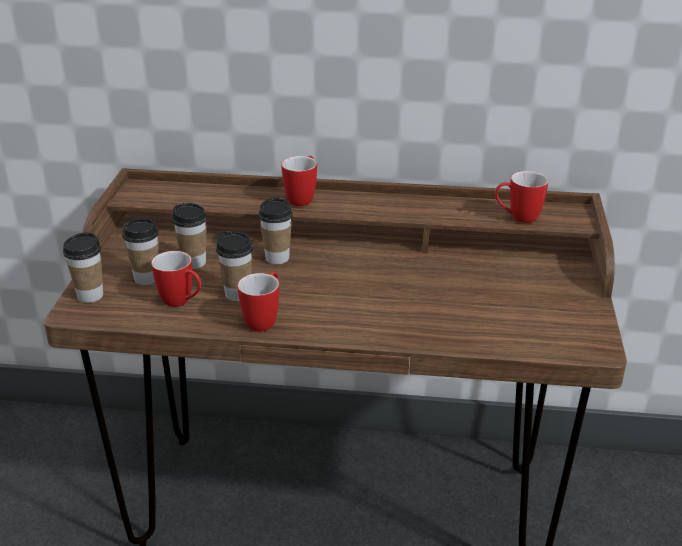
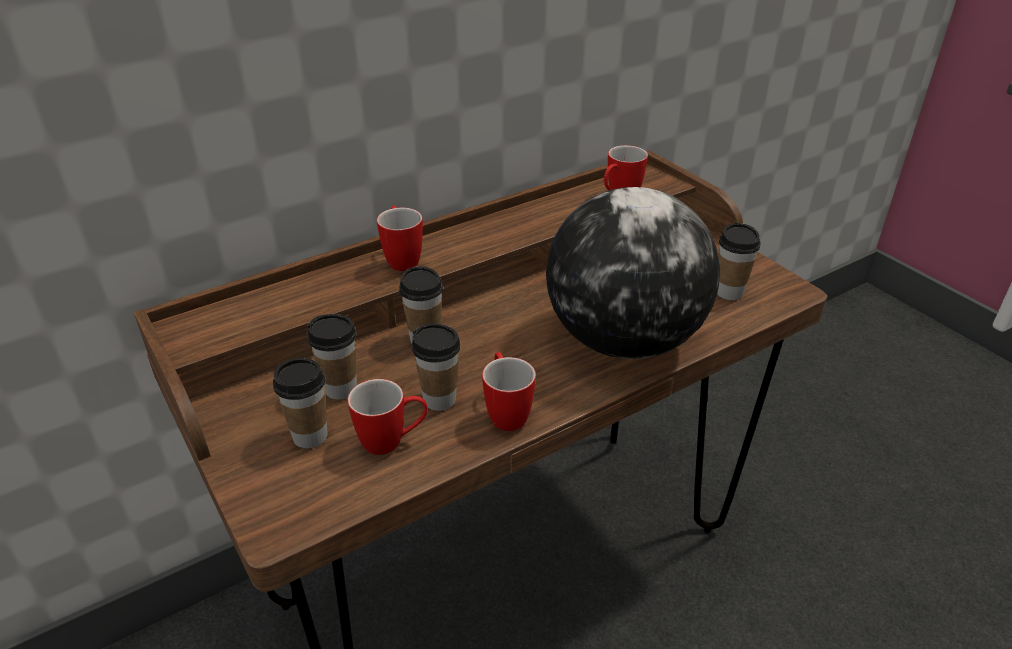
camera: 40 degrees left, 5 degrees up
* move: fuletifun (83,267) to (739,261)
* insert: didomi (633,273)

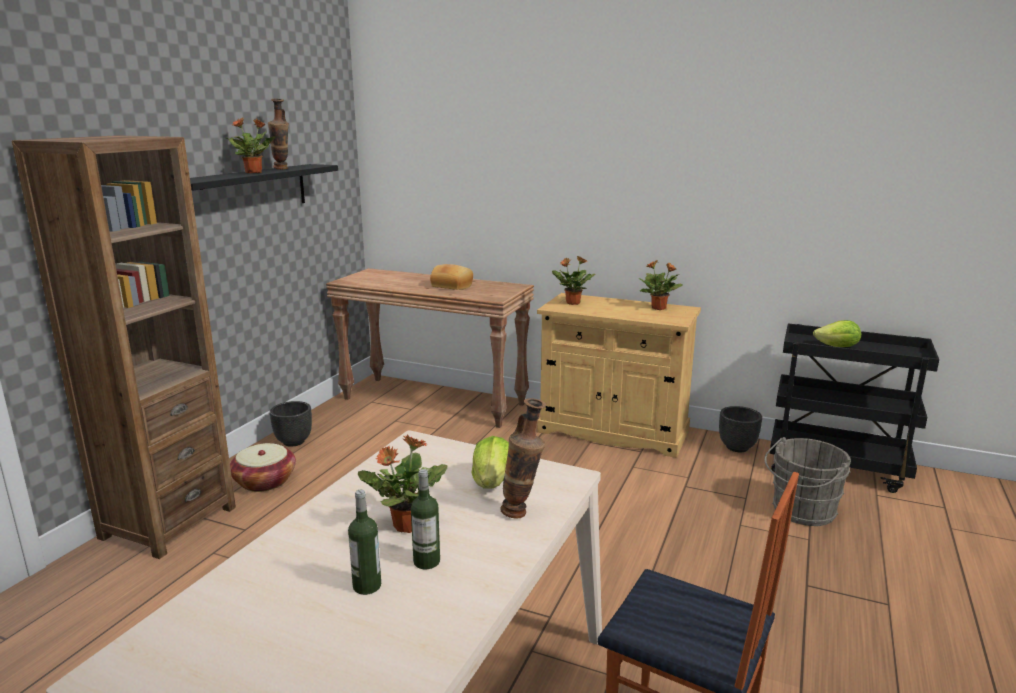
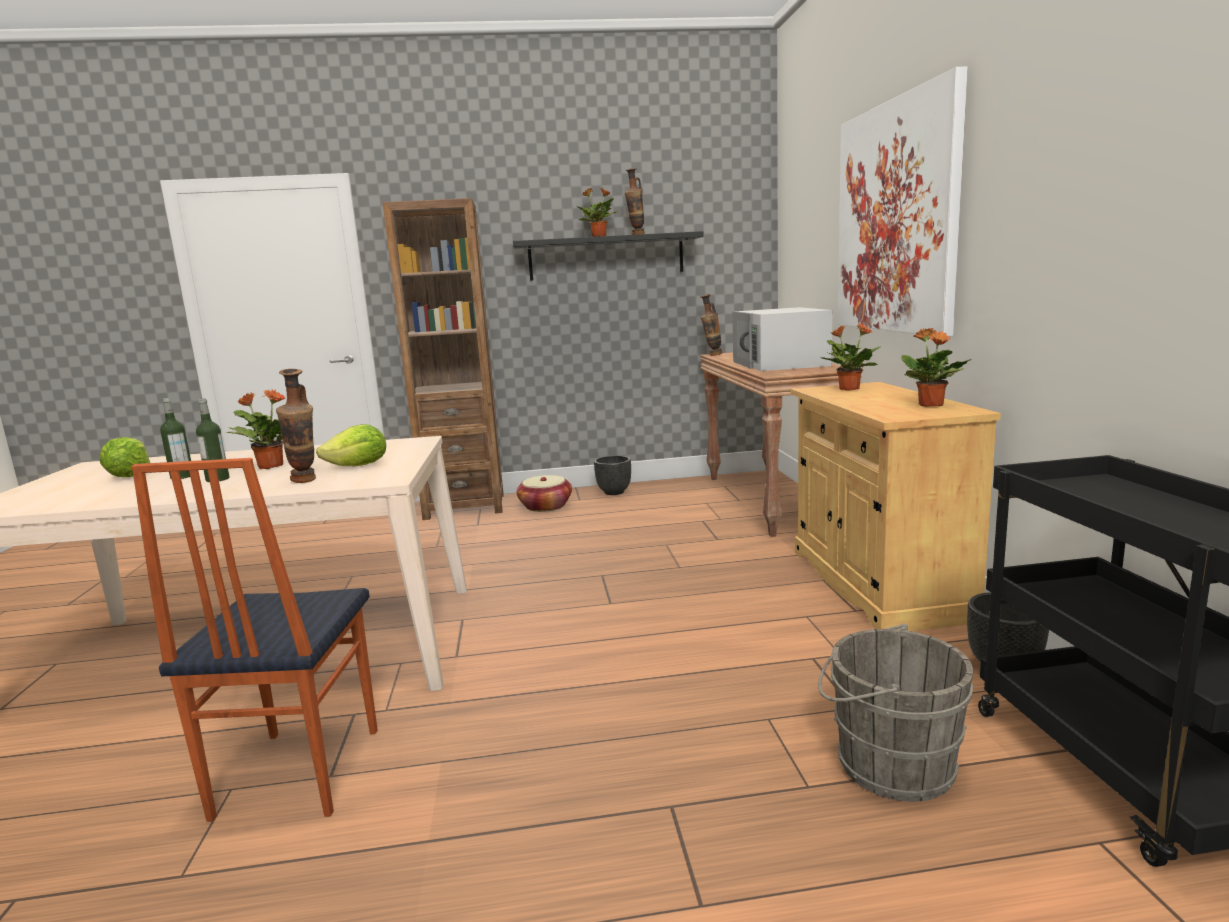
camera: 60 degrees right, 5 degrees down
* replace: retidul (451,277) to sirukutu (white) (782,339)
* move: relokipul (837,333) to (125,457)
* insert: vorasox (903,201)
* insert: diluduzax (711,325)

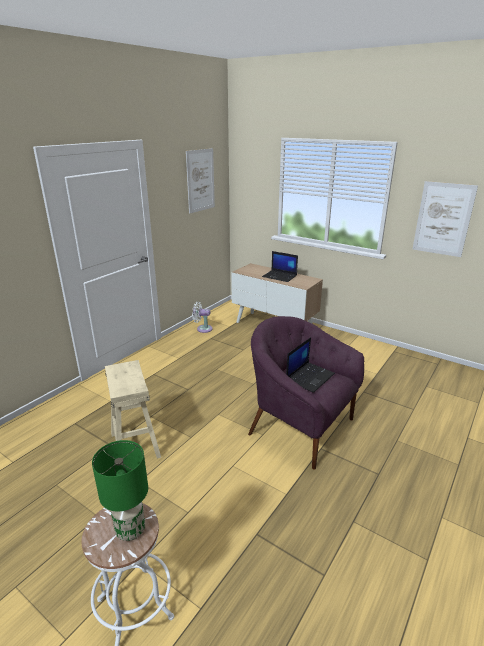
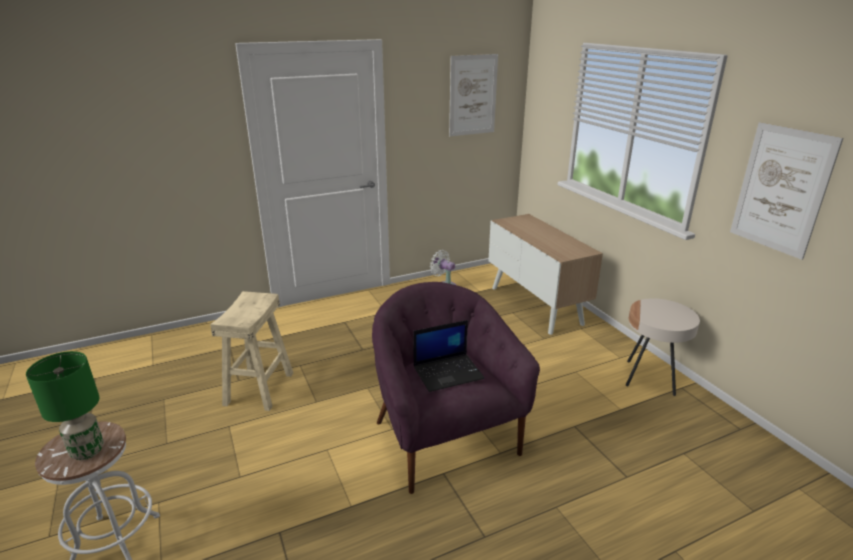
camera: 30 degrees right, 0 degrees up
* delete: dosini (280,266)
* insert: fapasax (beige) (663,347)

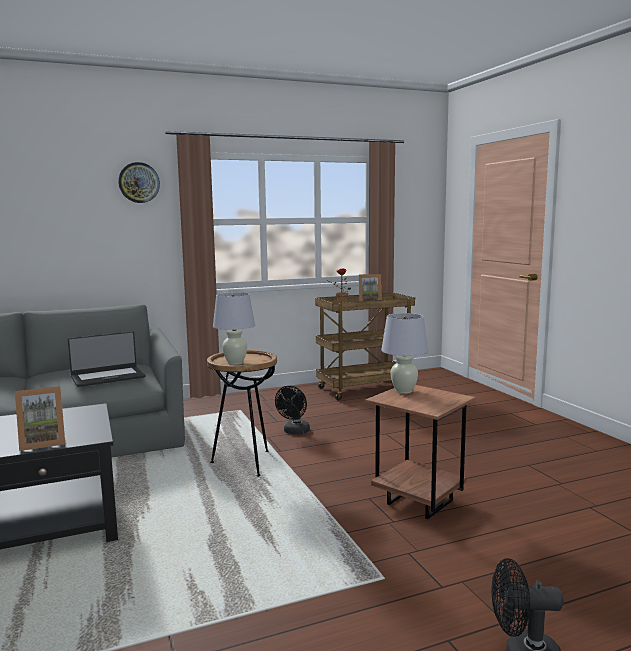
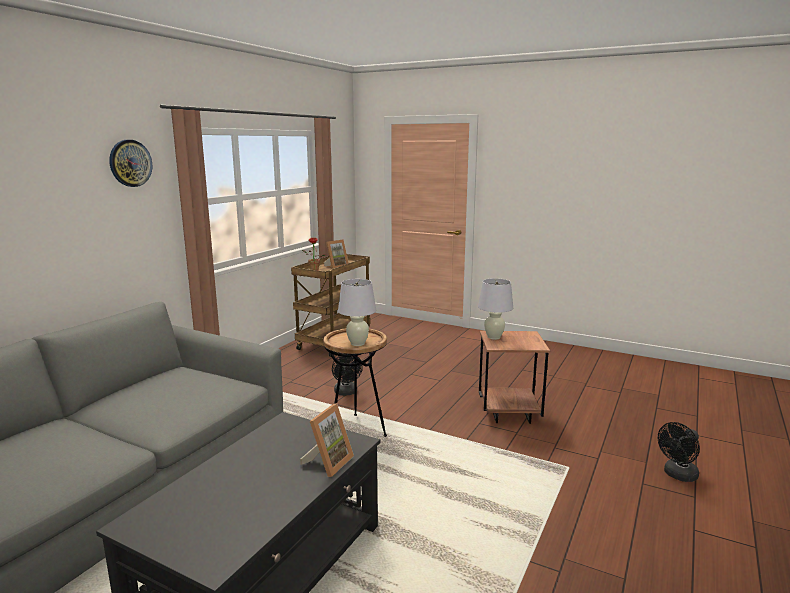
camera: 40 degrees left, 5 degrees up
* delete: dosini (107,359)

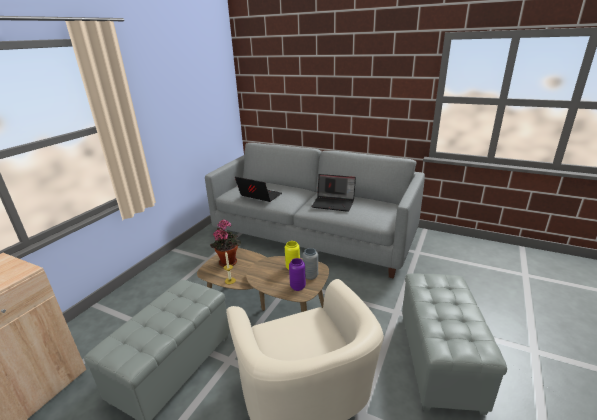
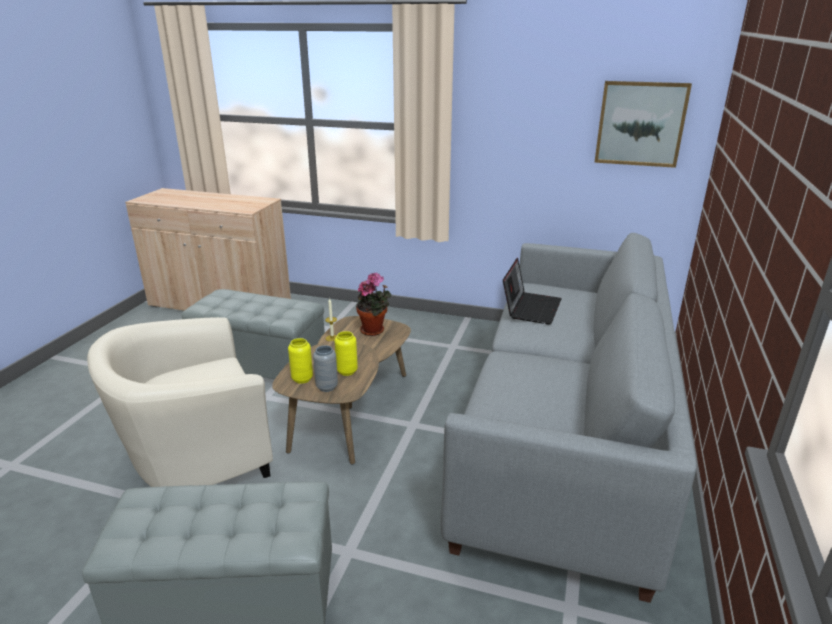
camera: 80 degrees right, 0 degrees up
* delete: dosini (333,193)
* recolor: diluduzax (purple) (297,274) to diluduzax (yellow) (300,361)
* insert: vorasox (643,124)

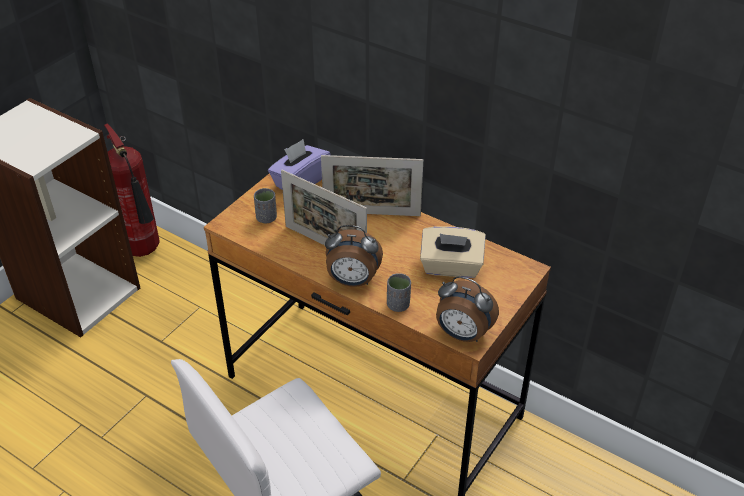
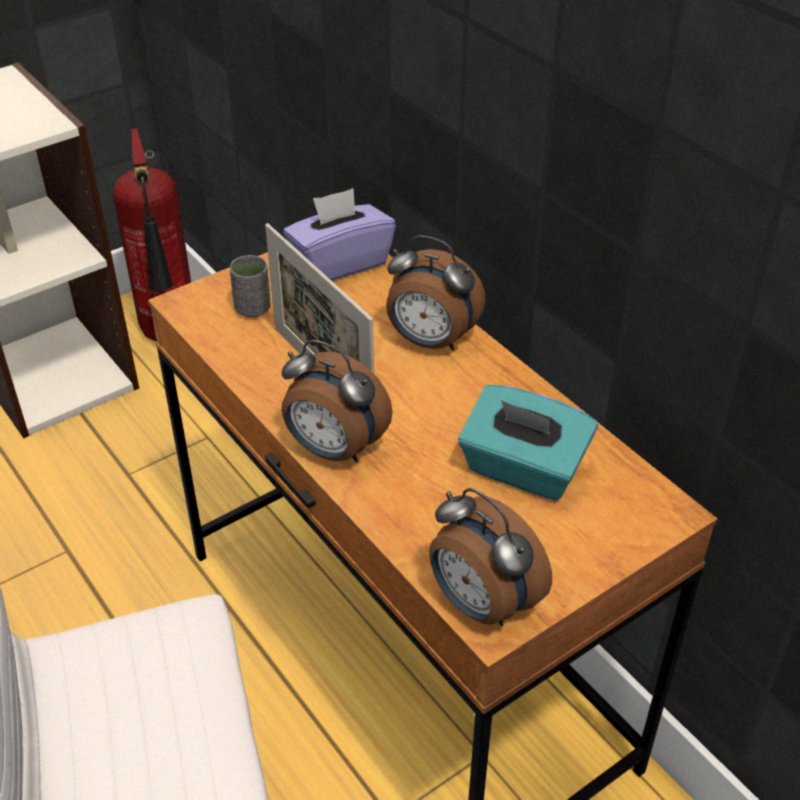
camera: 20 degrees right, 0 degrees up
* replace: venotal (372,185) to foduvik (436,292)
* recolor: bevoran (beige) (453,252) to bevoran (turquoise) (528,443)
* delete: fuletifun (grey) (399,292)

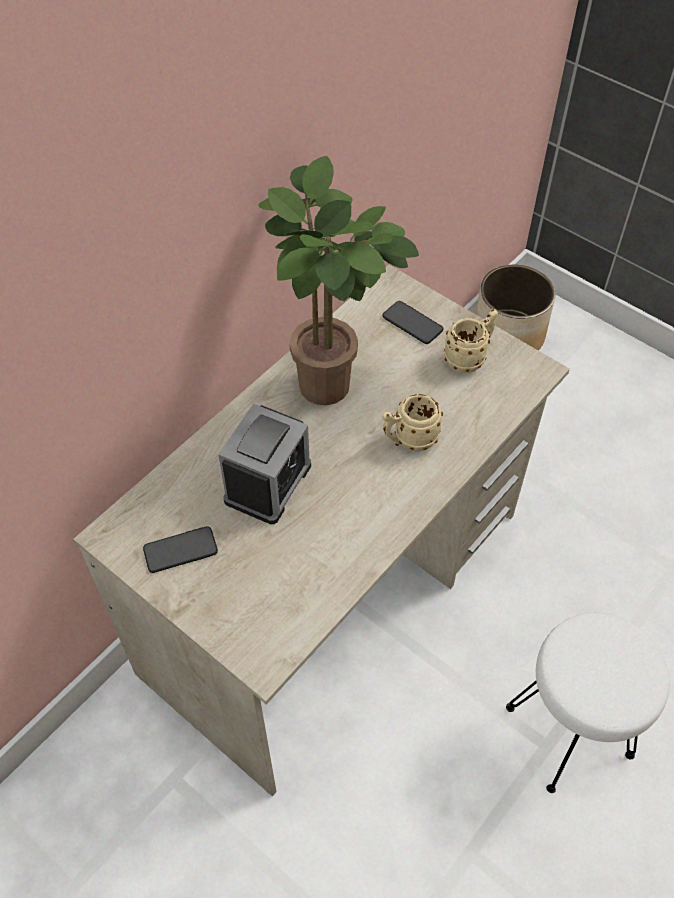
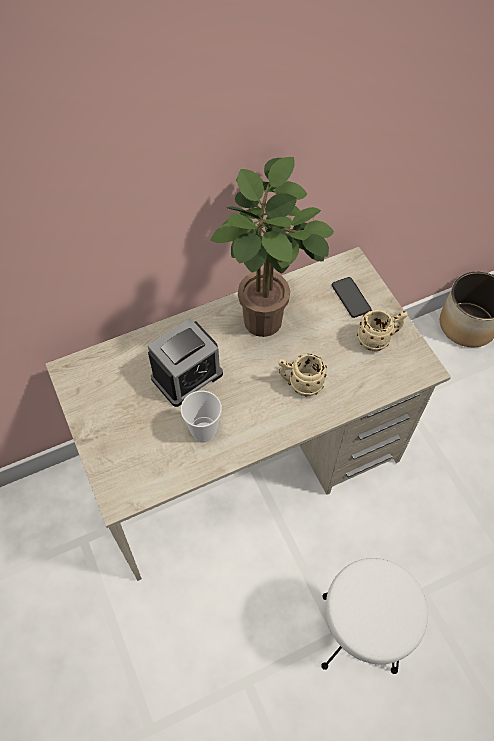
camera: 25 degrees right, 5 degrees up
* delete: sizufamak (180,549)
* insert: fuletifun (201,417)

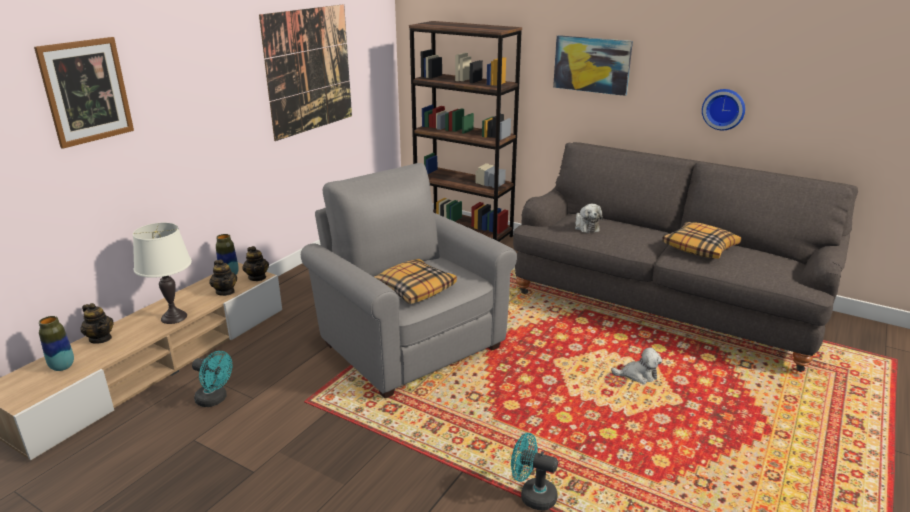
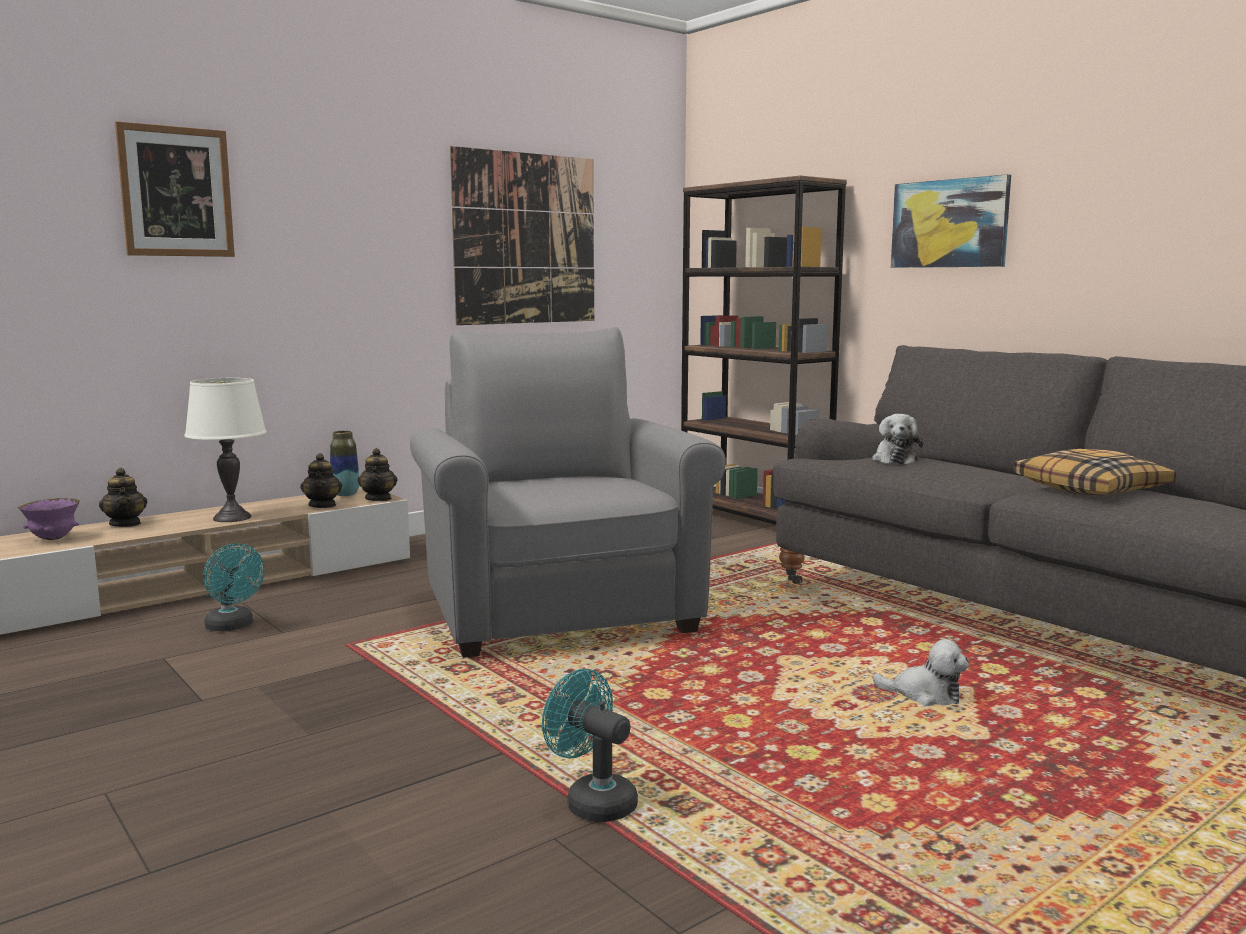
camera: 20 degrees right, 15 degrees down
* delete: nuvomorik (723,109)
* delete: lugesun (415,281)
* replace: diluduzax (56,343) to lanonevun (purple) (48,519)

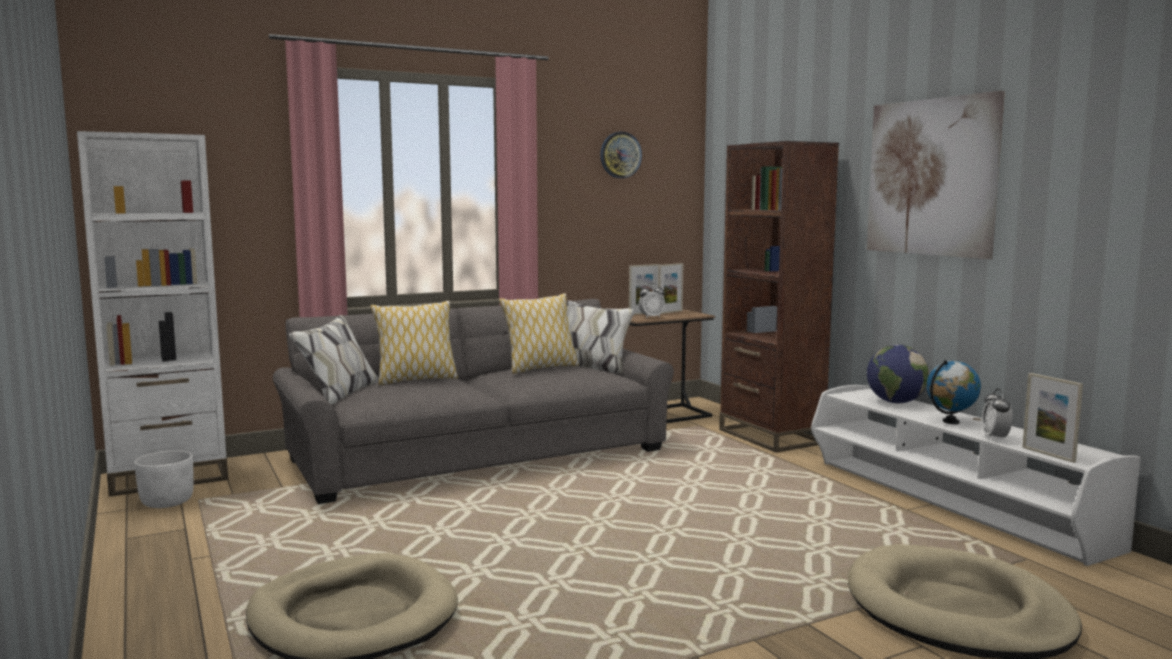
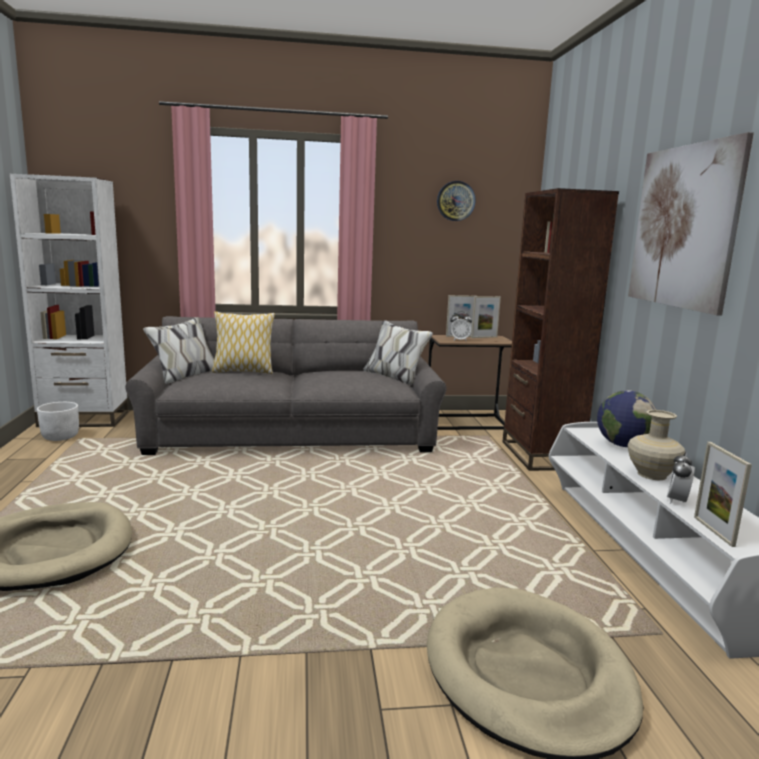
camera: 20 degrees right, 5 degrees up
* delete: lugesun (539,333)
* replace: didomi (953,392) to diluduzax (beige) (656,445)

